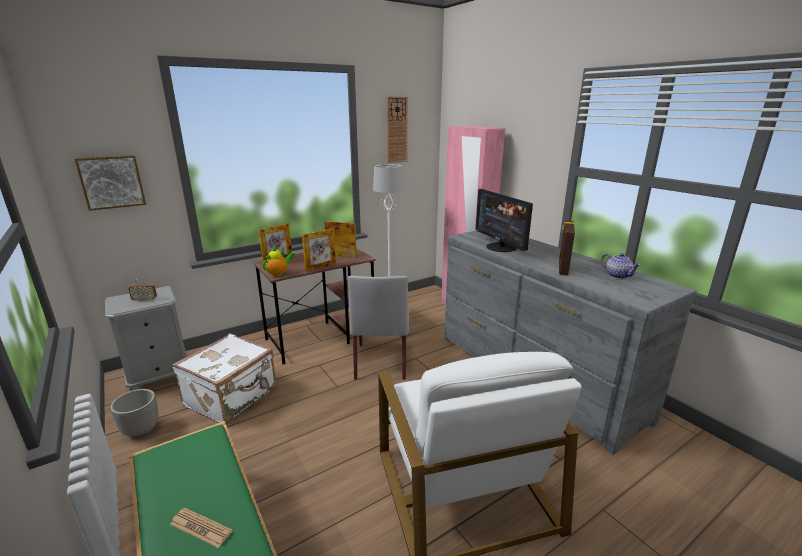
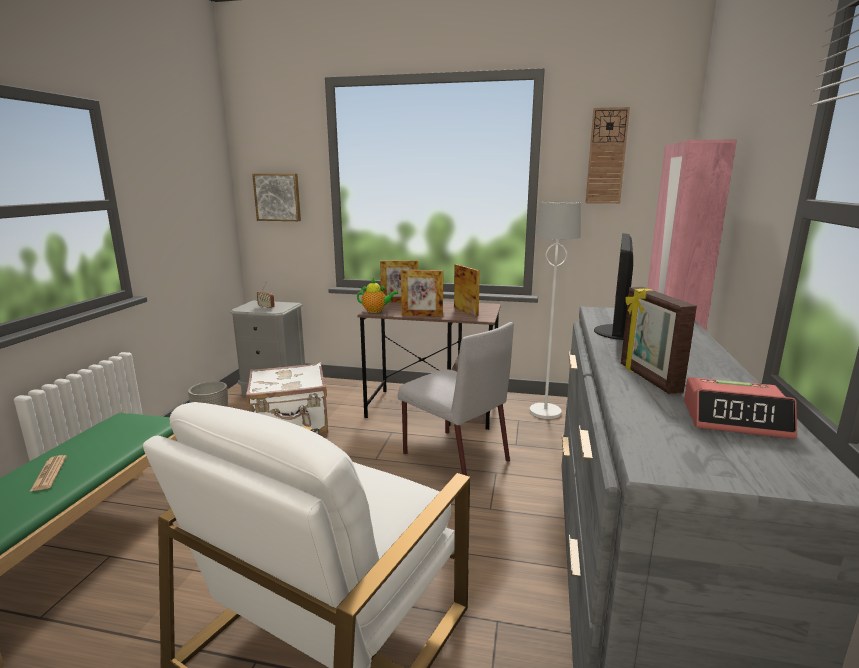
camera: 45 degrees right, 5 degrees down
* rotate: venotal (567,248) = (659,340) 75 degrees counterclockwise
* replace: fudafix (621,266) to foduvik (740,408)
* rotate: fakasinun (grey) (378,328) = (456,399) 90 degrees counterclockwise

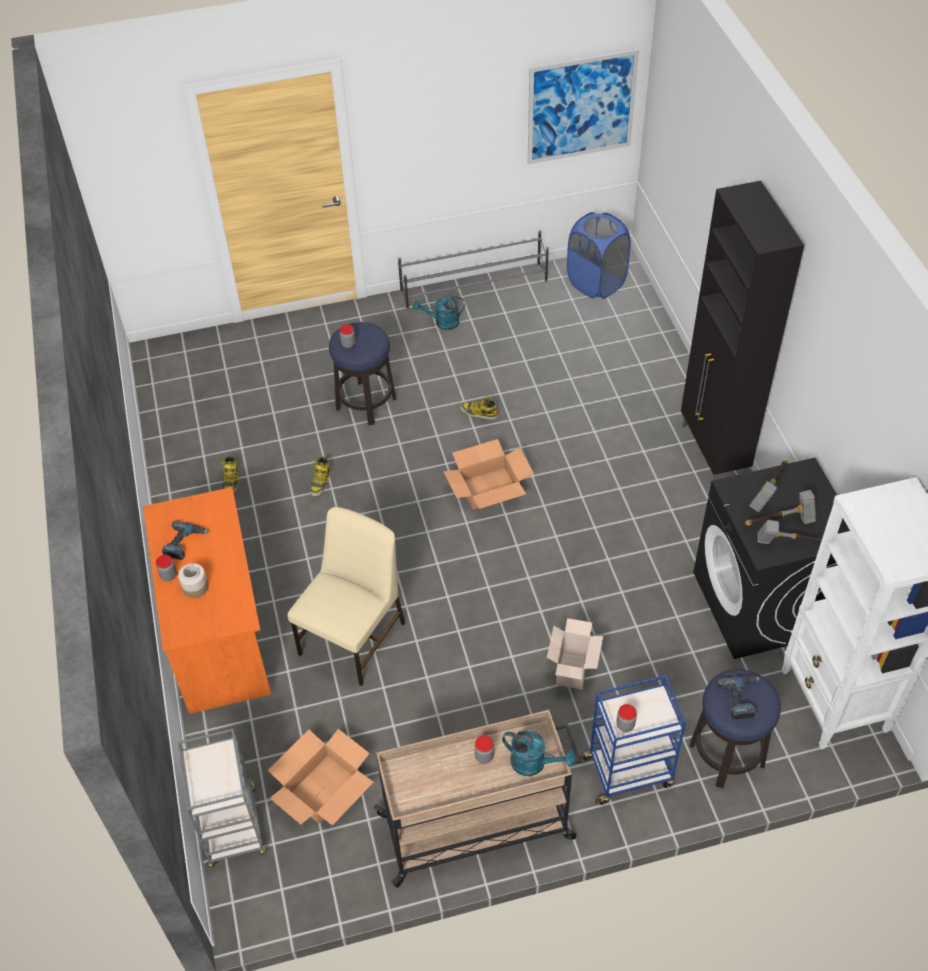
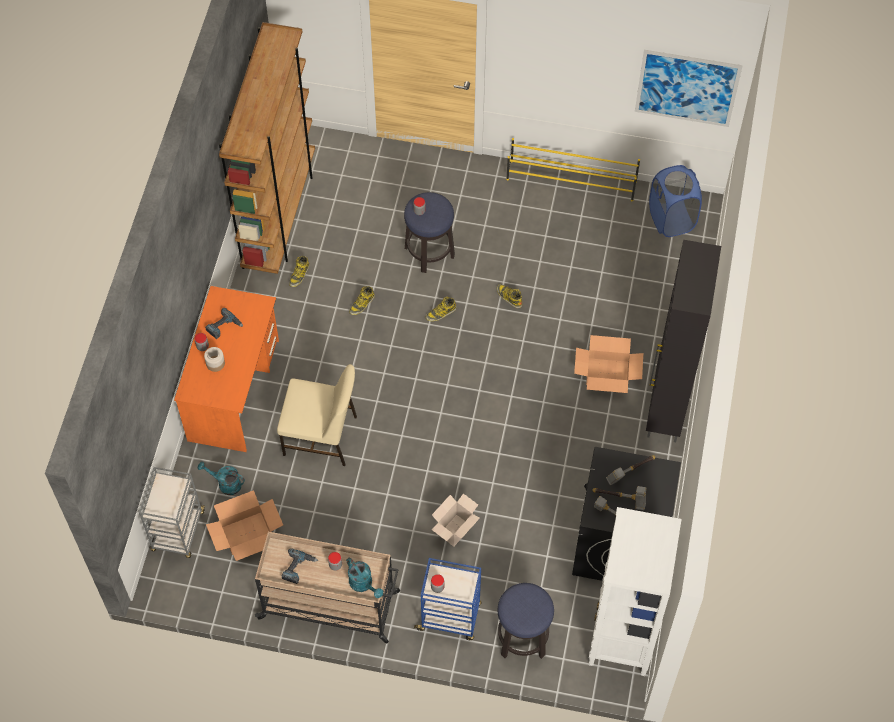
camera: 25 degrees right, 10 degrees up
* recolor: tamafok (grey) (473,270) to tamafok (yellow) (573,170)
* move: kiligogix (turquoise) (439,313) to (221,478)
* move: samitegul (488,474) to (608,364)
* rotate: fakasinun (beige) (346,596) = (317,415) 45 degrees clockwise
* move: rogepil (738,698) to (300,566)
* insert: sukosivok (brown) (267,148)
* insert: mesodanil (441,309)

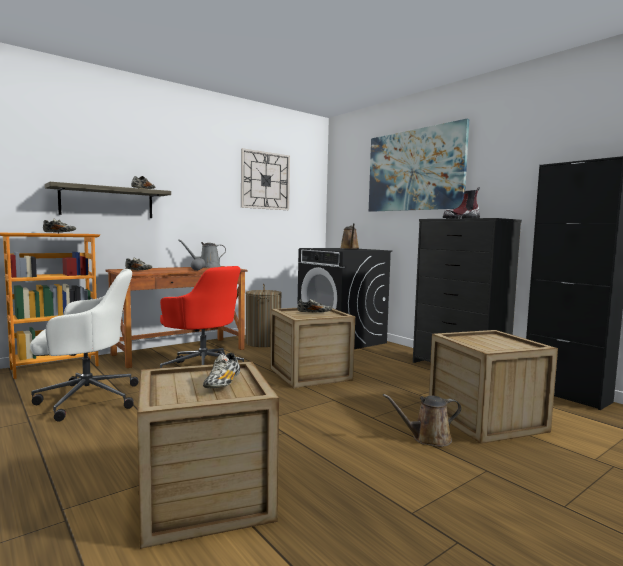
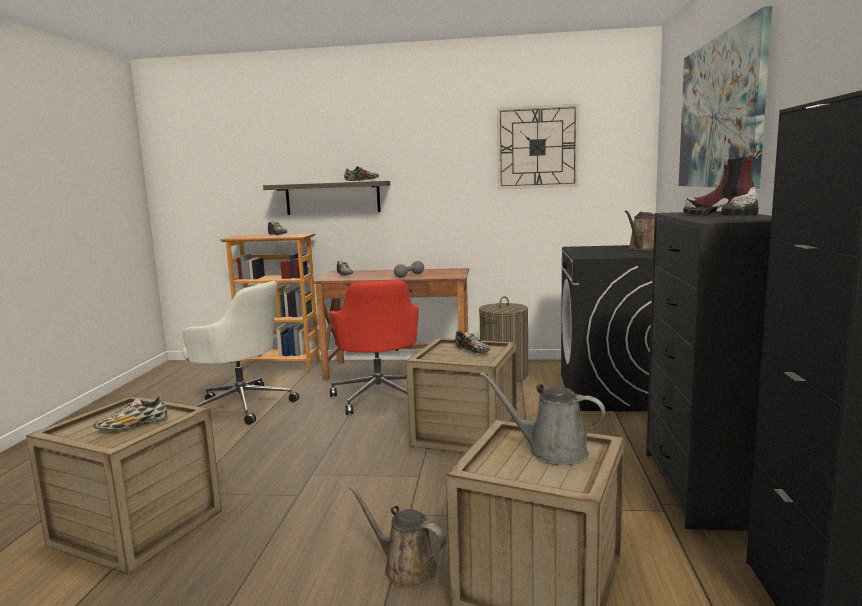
camera: 45 degrees right, 5 degrees up
* move: kiligogix (grey) (202,253) to (542,418)

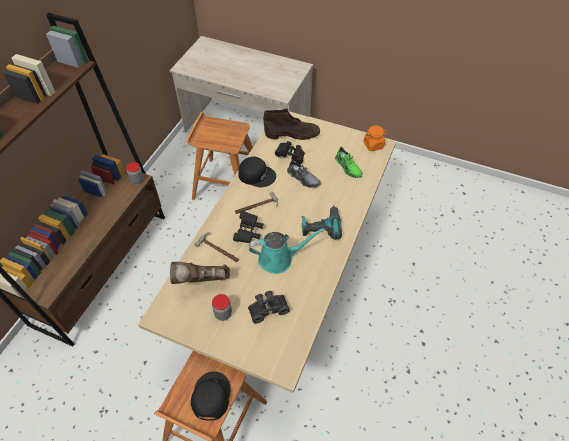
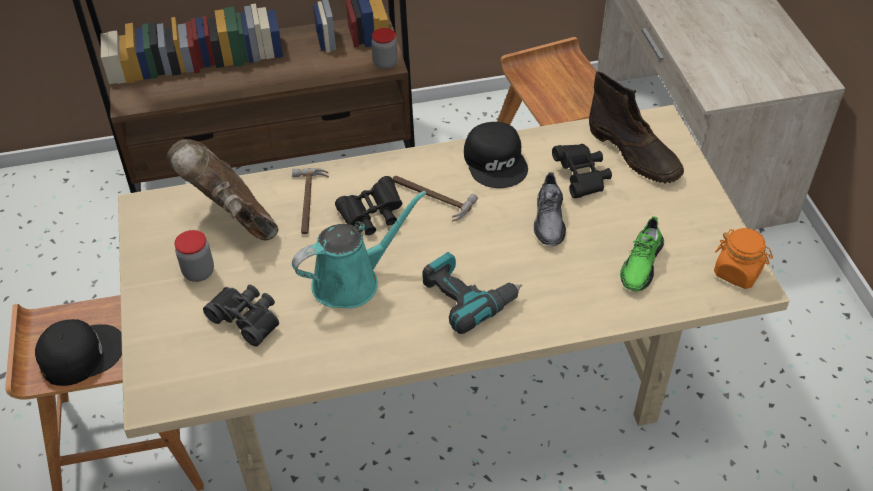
camera: 55 degrees right, 5 degrees down
* rotate: kiligogix (turquoise) (287,251) = (359,249) 75 degrees counterclockwise

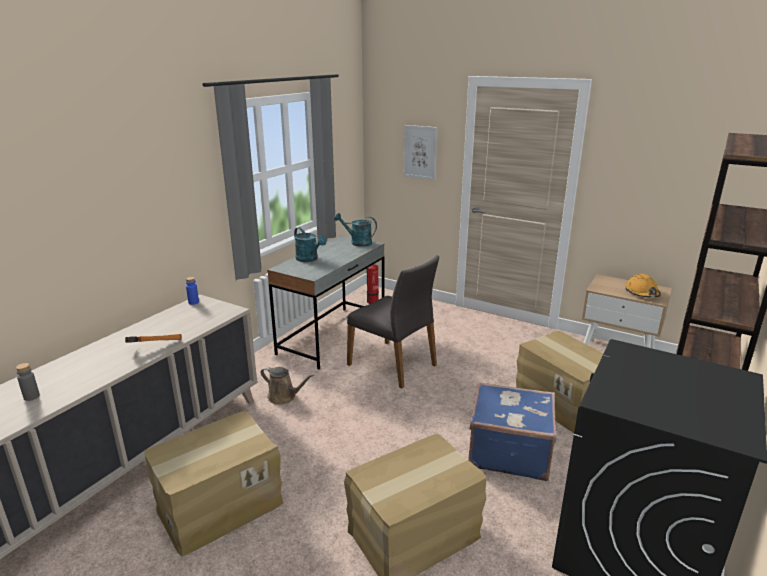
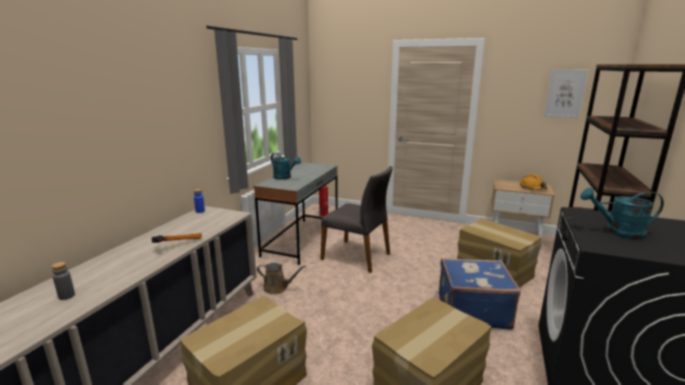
camera: 10 degrees left, 5 degrees down
* move: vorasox (421,153) to (566,94)
* move: kiligogix (turquoise) (355,230) to (622,214)

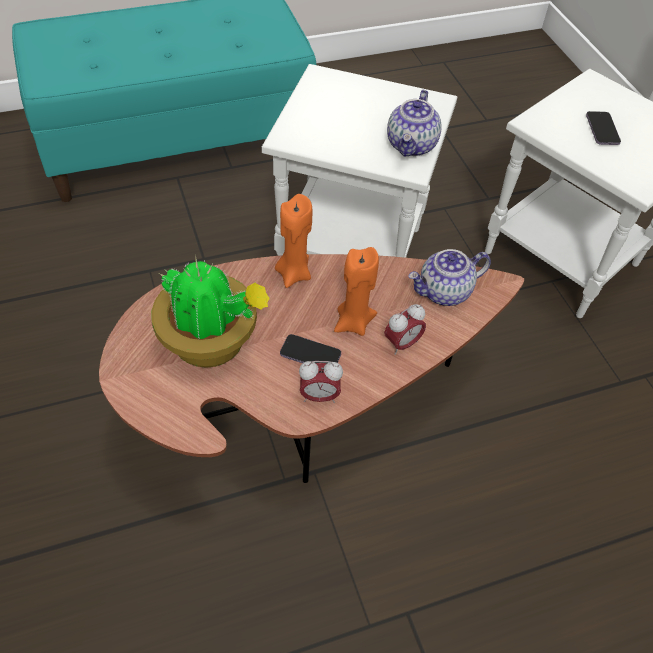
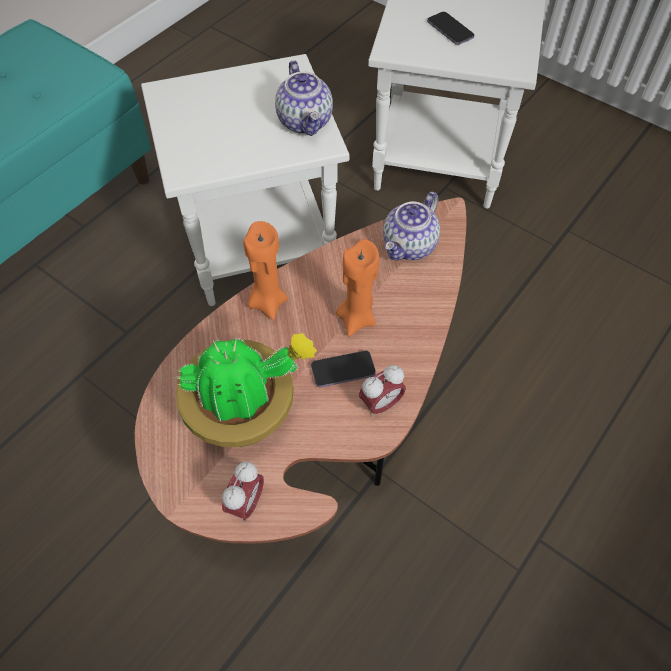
camera: 30 degrees left, 5 degrees up
* move: foduvik (405,329) to (243,492)

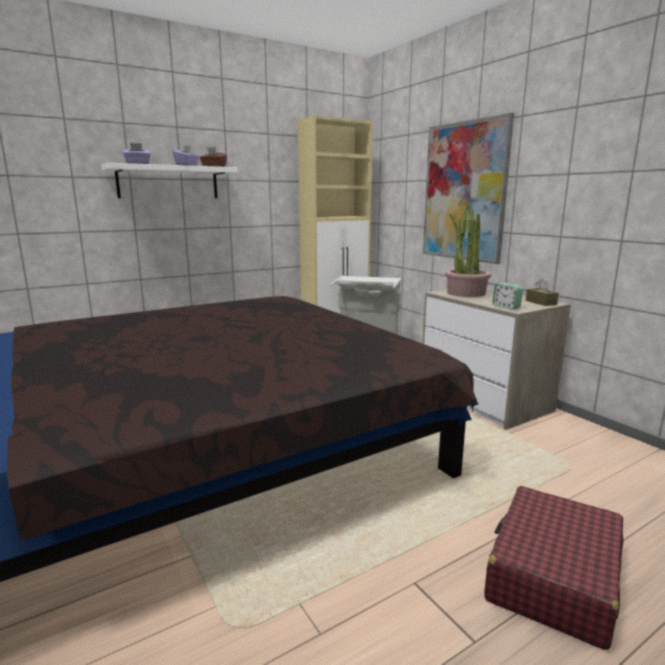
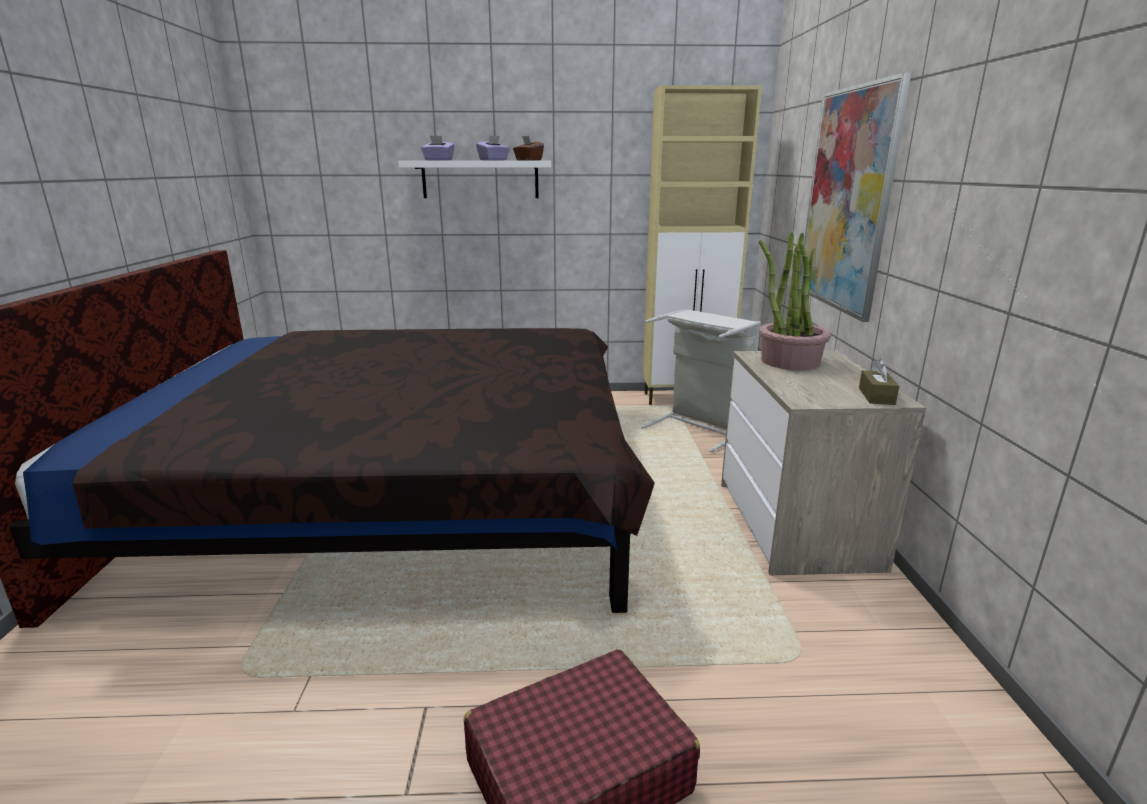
camera: 30 degrees right, 5 degrees up
* delete: foduvik (508,296)

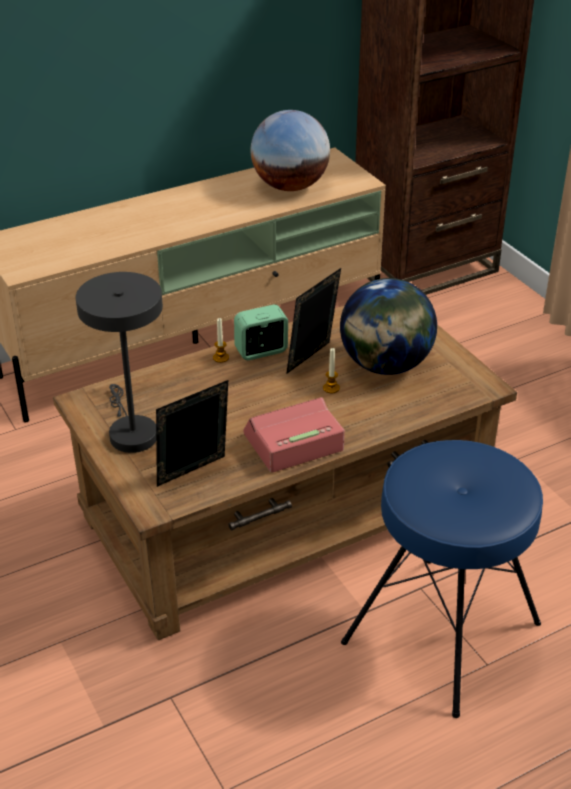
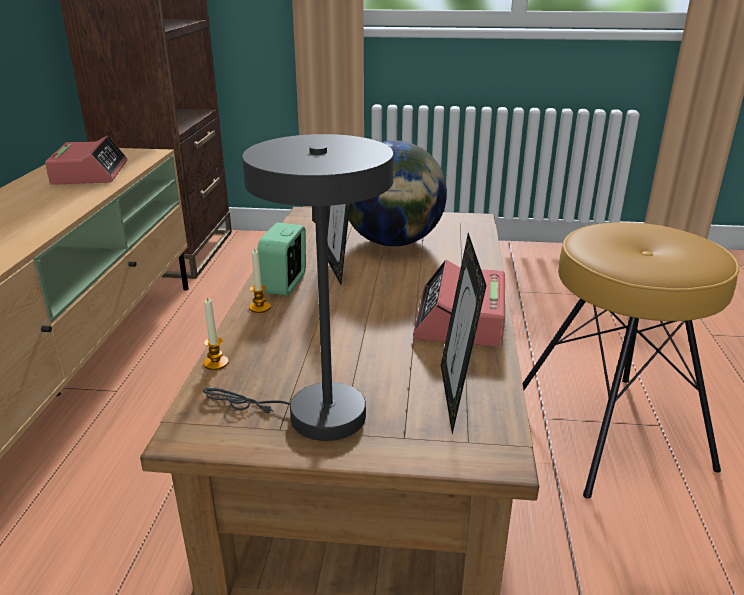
camera: 55 degrees left, 10 degrees down
* replace: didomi (290,150) to foduvik (86,160)
* move: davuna (331,370) to (216,334)
* recolor: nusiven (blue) (442,579) to nusiven (brown) (631,360)

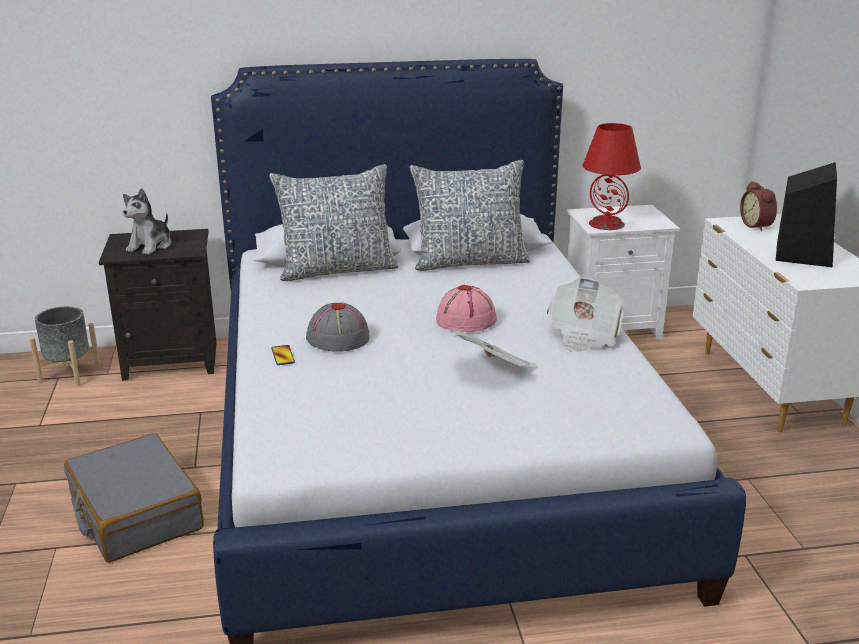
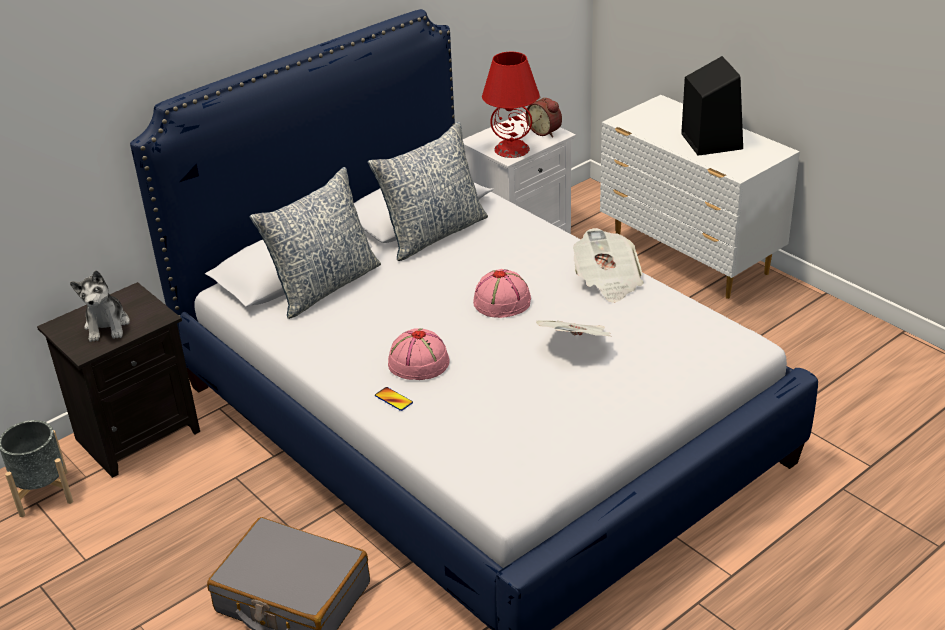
camera: 30 degrees left, 10 degrees up
* move: foduvik (758,206) to (544,117)
* recolor: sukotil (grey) (338,327) to sukotil (pink) (419,354)

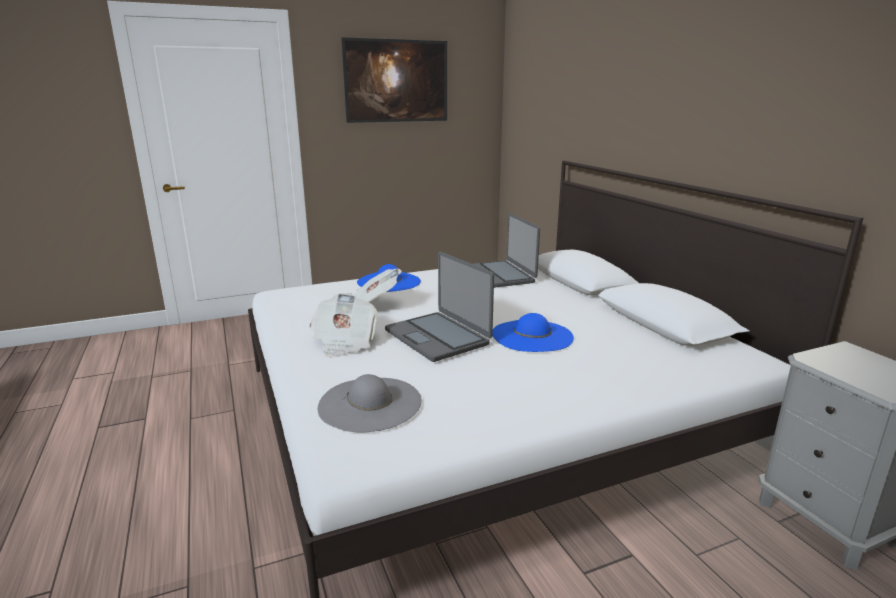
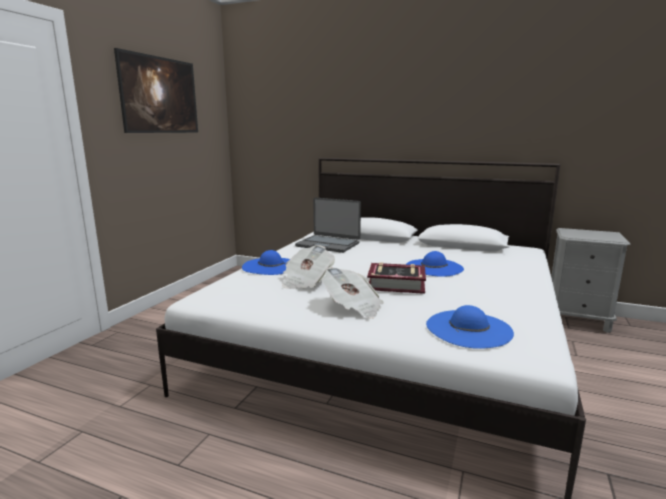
camera: 45 degrees left, 5 degrees down
* replace: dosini (439,307) to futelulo (396,278)
* recolor: sukotil (grey) (370,403) to sukotil (blue) (470,327)

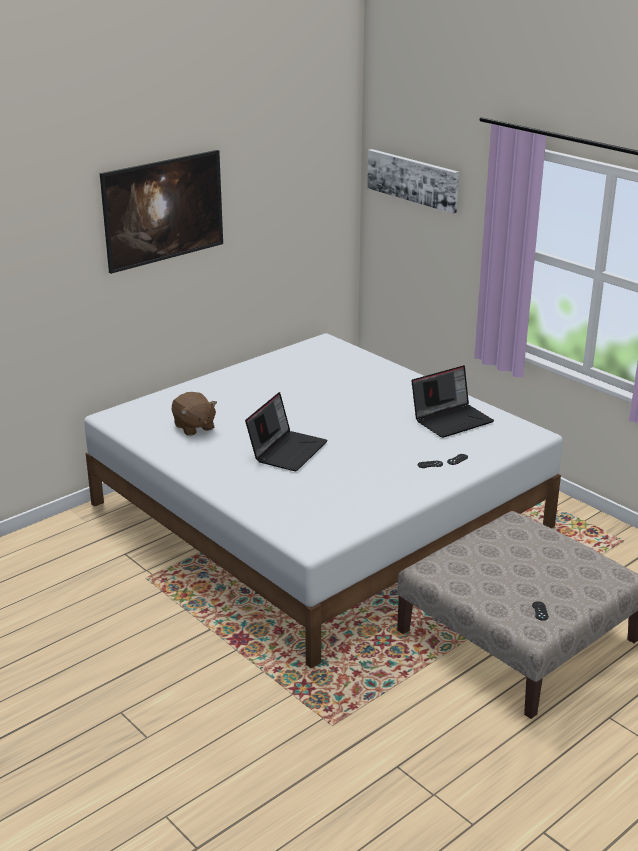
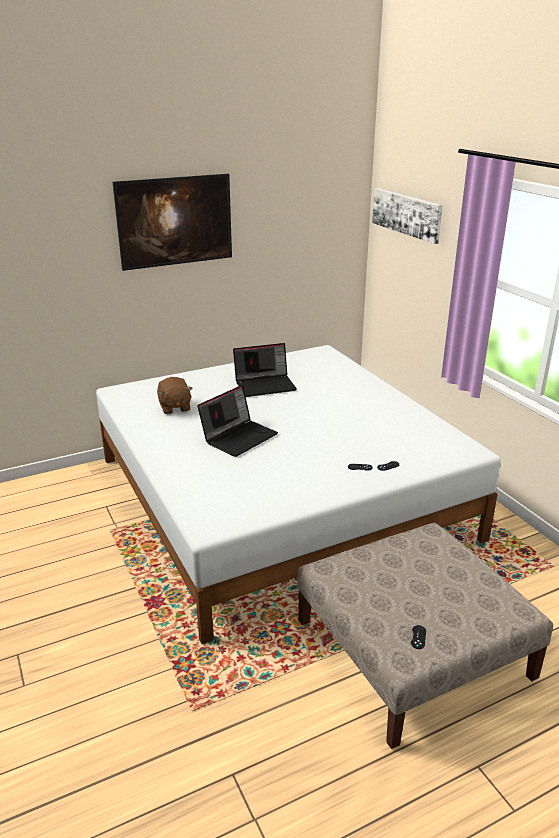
camera: 15 degrees right, 0 degrees up
* move: dosini (453,401) to (265,370)

